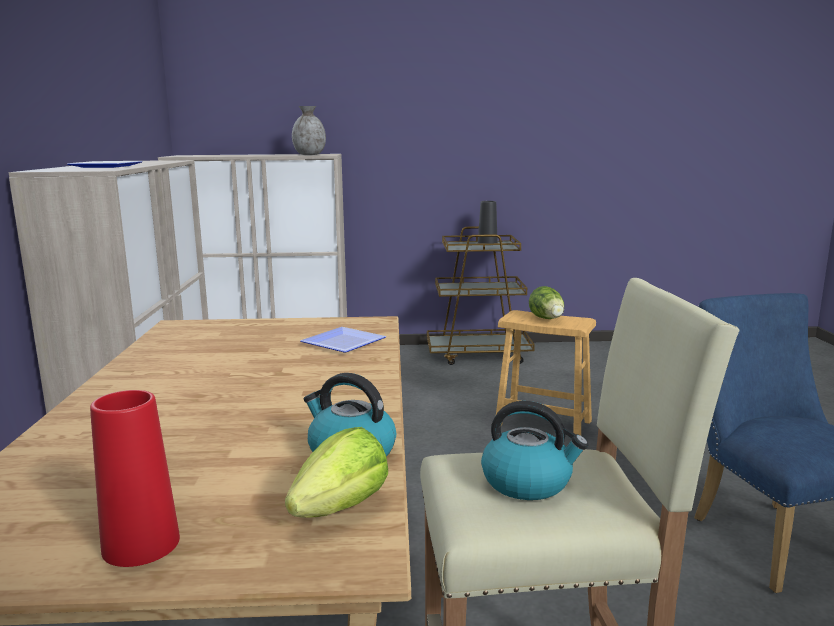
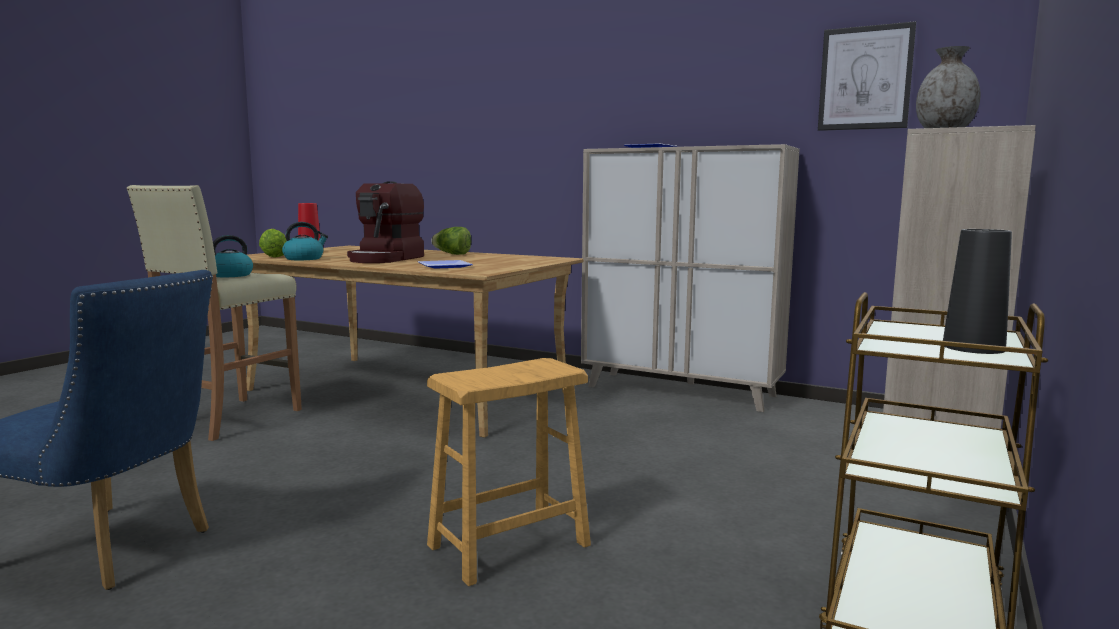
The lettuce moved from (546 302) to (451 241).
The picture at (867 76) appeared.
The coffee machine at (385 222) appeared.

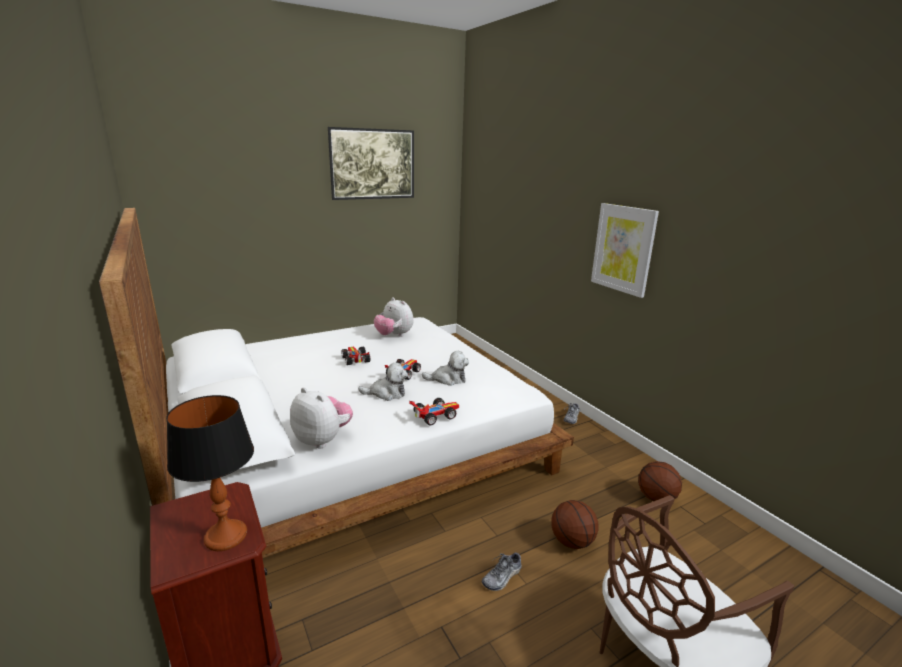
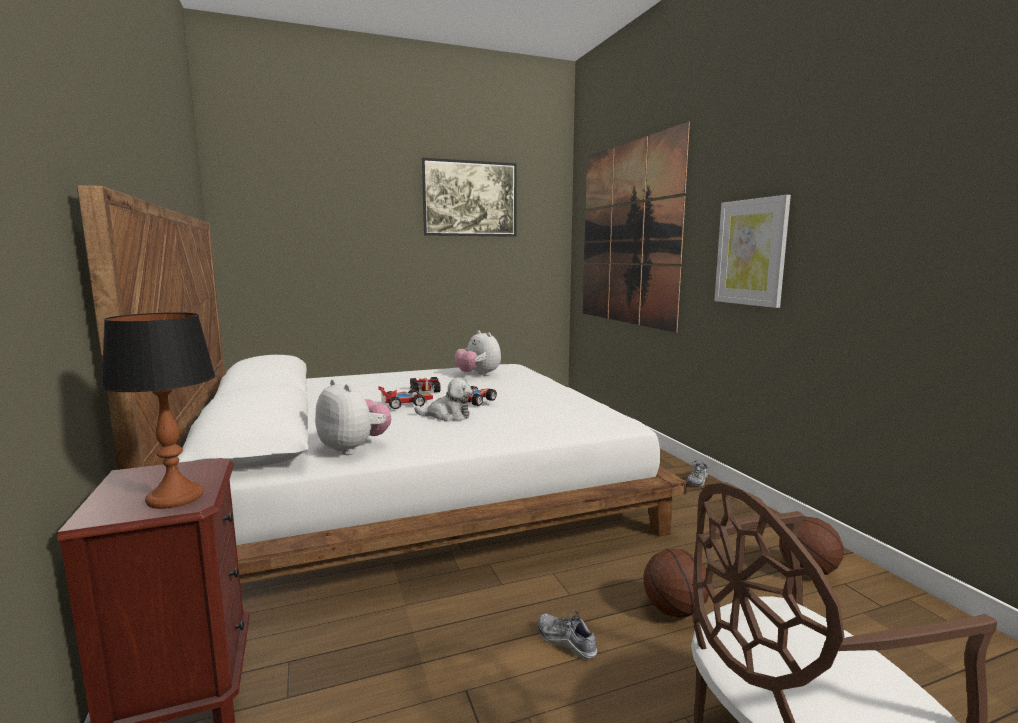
The plush toy at (445 368) disappeared.
The toy car moved from (434 411) to (405 397).
The shoe at (502 571) turned 75 degrees clockwise.
The picture at (636 227) appeared.

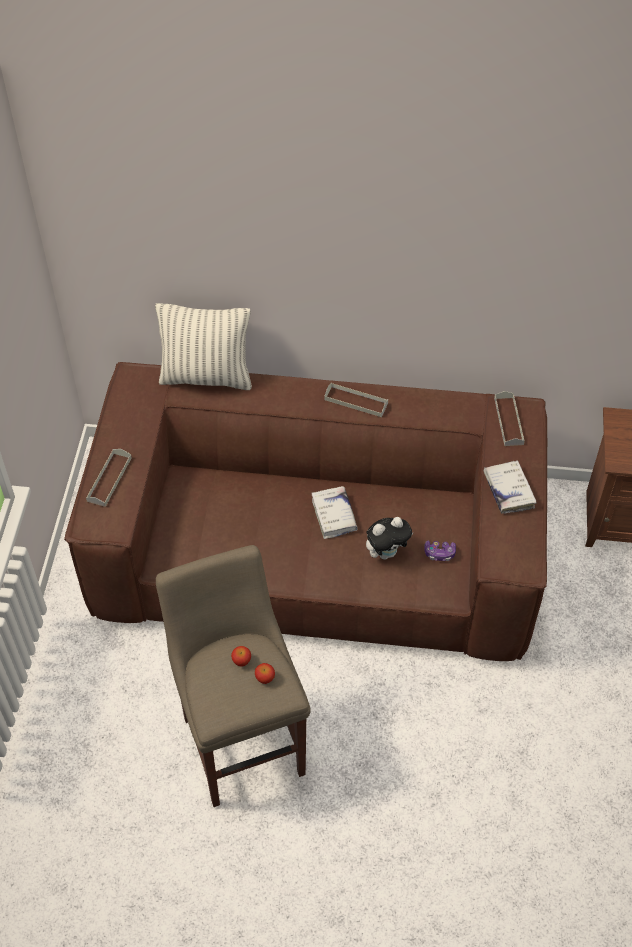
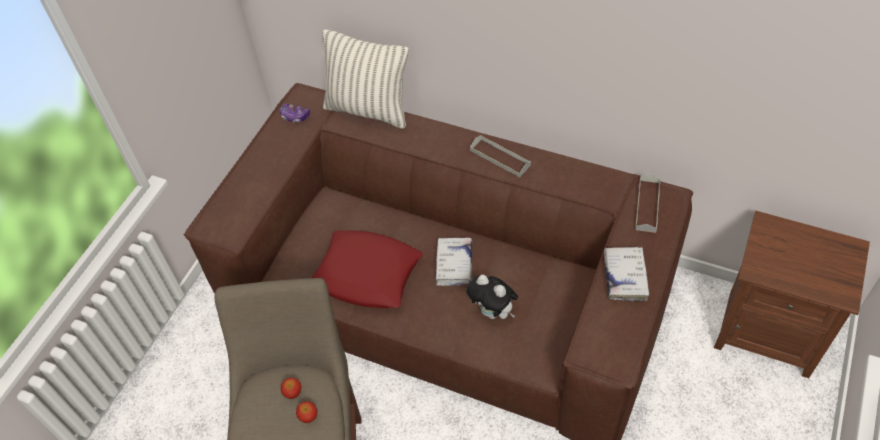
The grey tray at (109 478) disappeared.
The plush toy at (390 538) turned 45 degrees clockwise.
The game controller moved from (440 551) to (295 113).
The red pillow at (367 269) appeared.

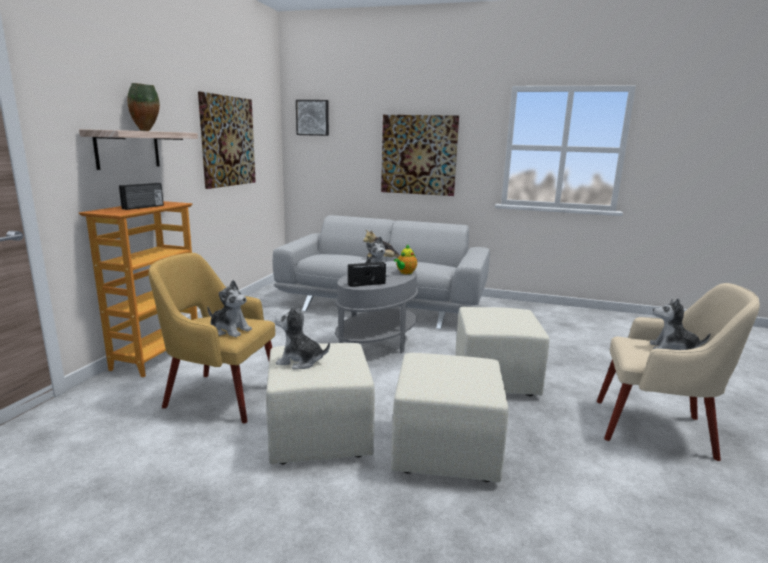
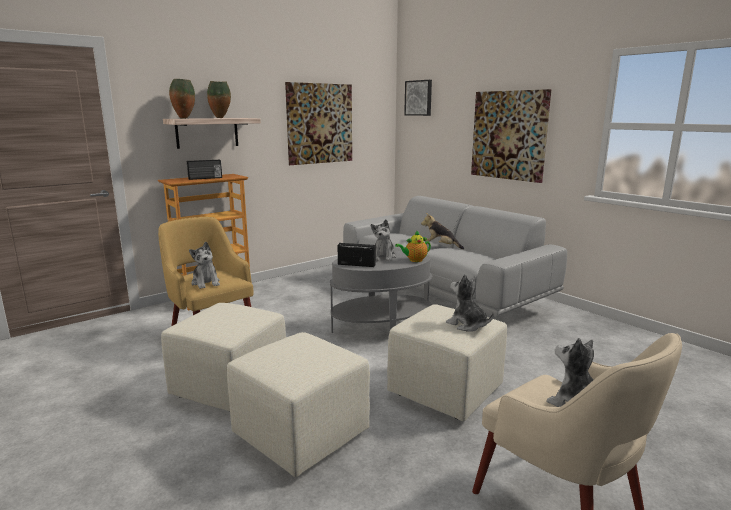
The plush toy moved from (302 337) to (470 303).
The vase at (182 99) appeared.

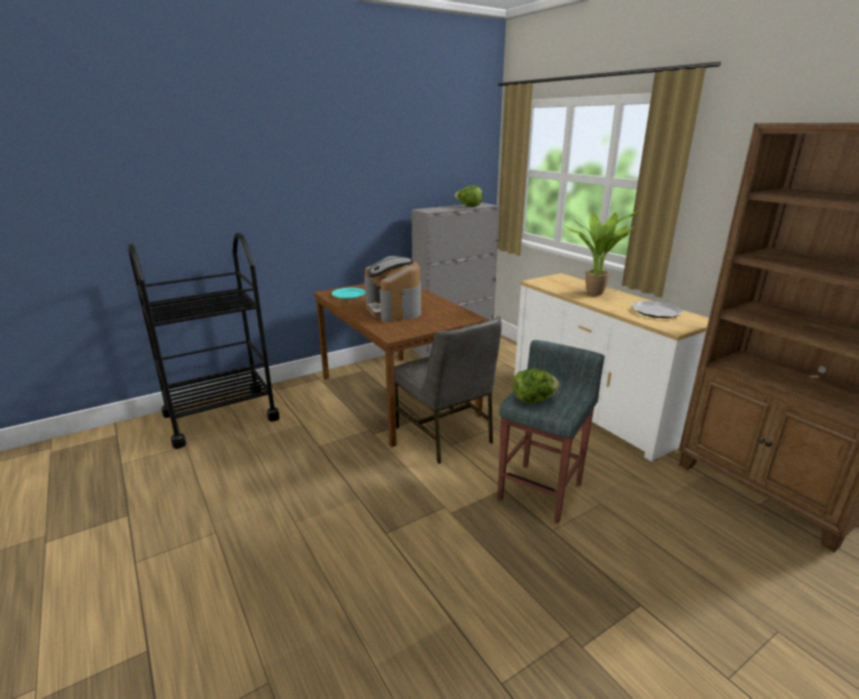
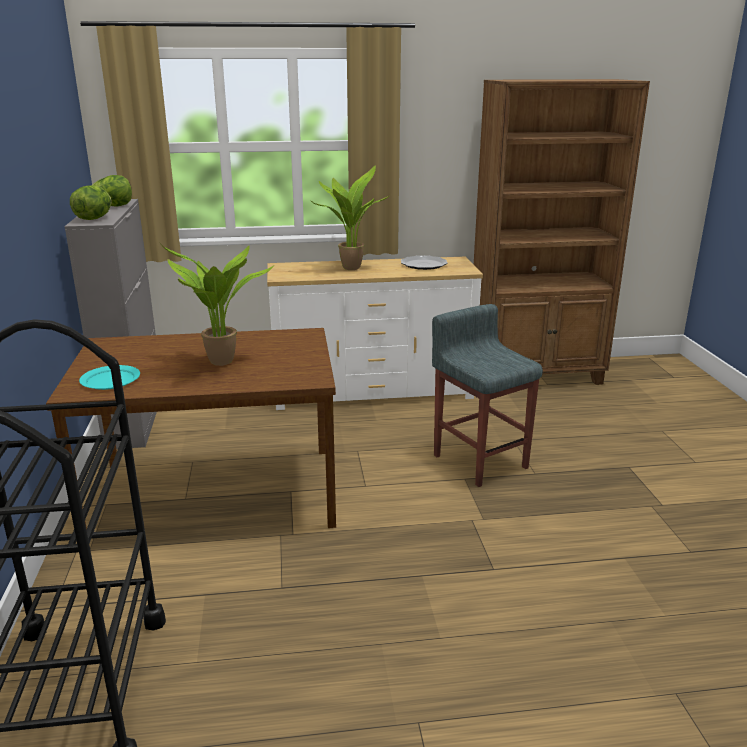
The coffee machine at (392 289) was replaced by the potted plant at (219 305).
The grey chair at (448 390) disappeared.
The lettuce moved from (536 386) to (90 202).

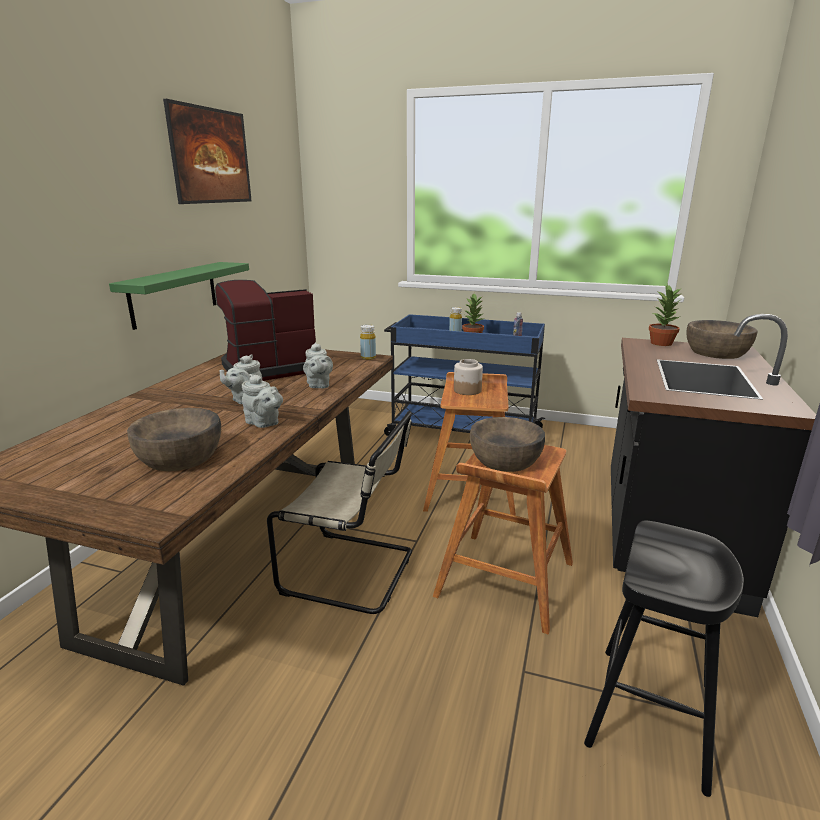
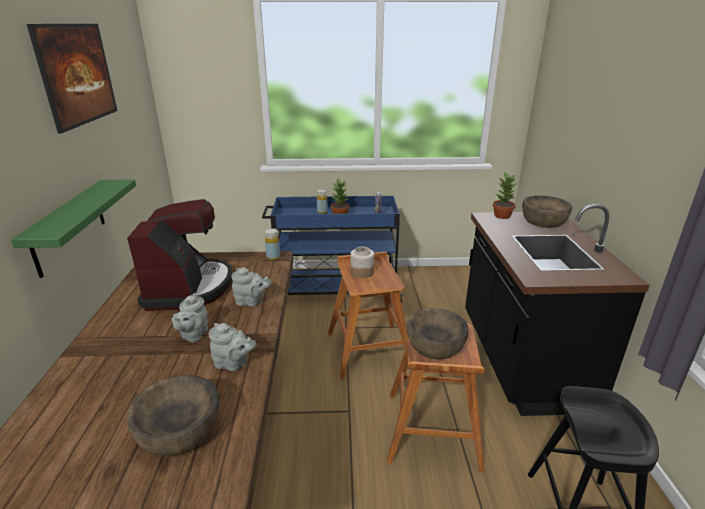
The coffee machine at (265 330) turned 135 degrees clockwise.
The grey teapot at (318 365) turned 45 degrees counterclockwise.
The beige chair at (339 512) disappeared.

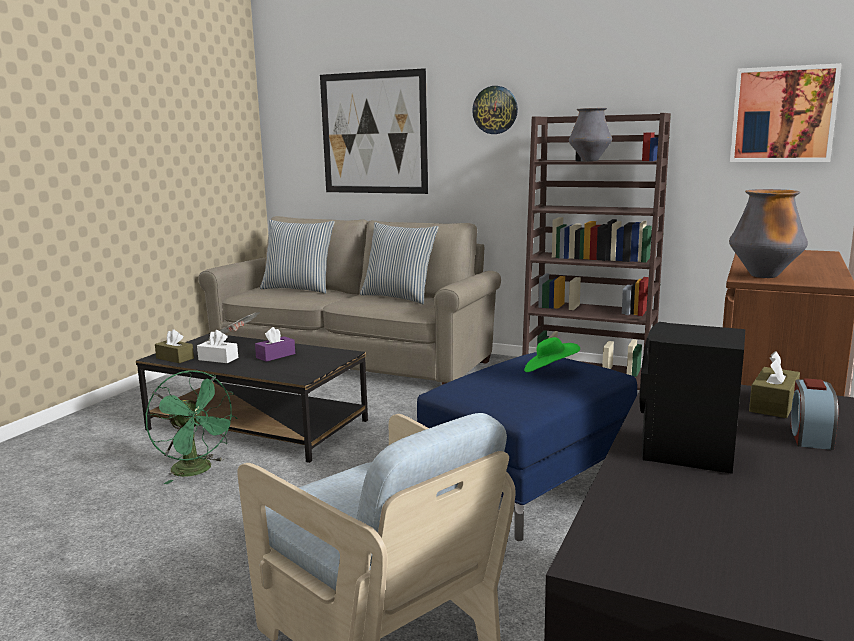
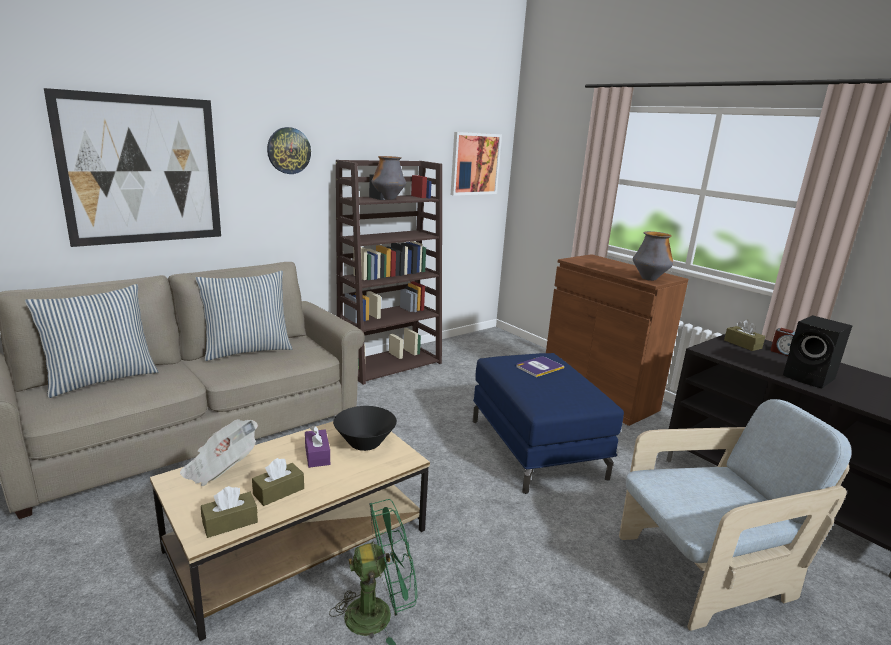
The white tissue box at (217 346) became the brown tissue box at (278 482).
The black coffee table at (252 398) became the beige coffee table at (290 531).
The green hat at (552 354) was replaced by the book at (540 367).
The black bowl at (365 428) appeared.

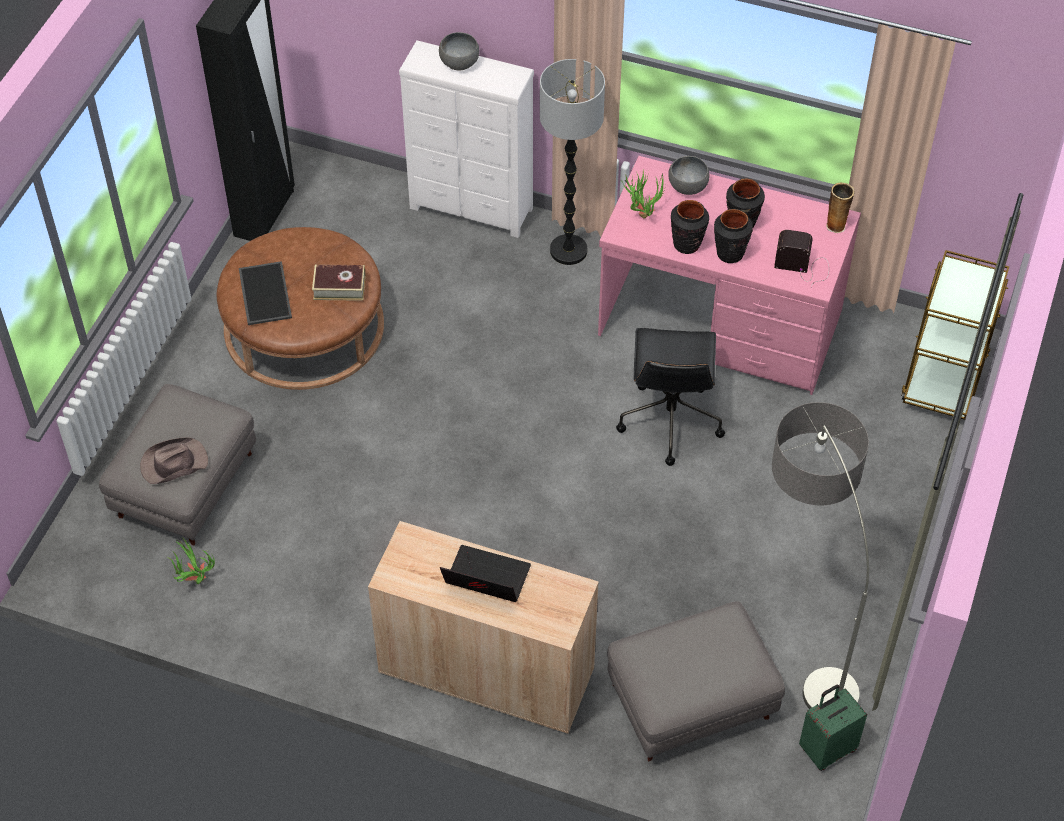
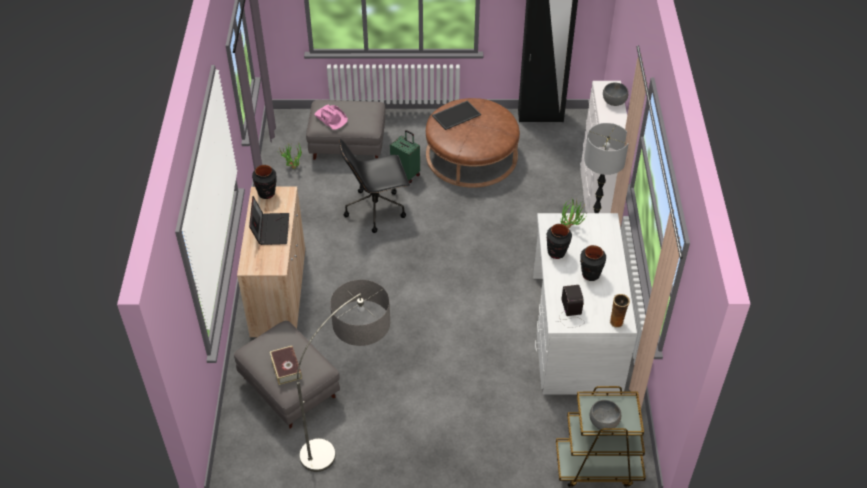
The pink desk at (729 275) became the white desk at (585 304).
The grey bowl moved from (688 175) to (605 415).
The black vase moved from (733 236) to (264 182).
The book moved from (339 282) to (286 365).
The black office chair moved from (670 397) to (374 186).
The brown hat at (174 460) became the pink hat at (331 117).
The green suitcase moved from (833 727) to (405 156).

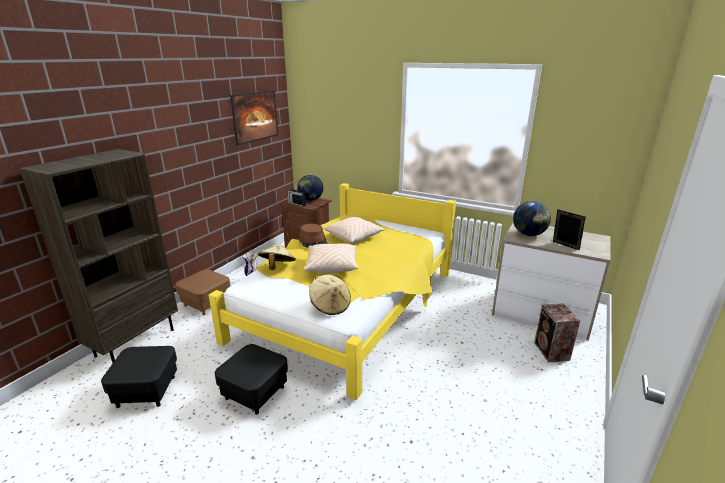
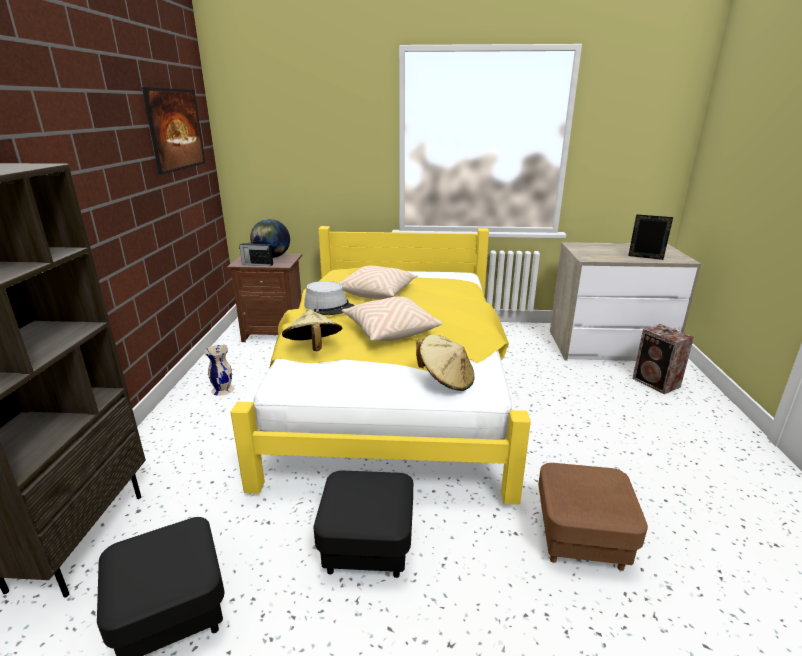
The globe at (532 218) disappeared.
The brown hat at (313 236) became the grey hat at (329 298).
The brown ottoman moved from (202 292) to (593 517).

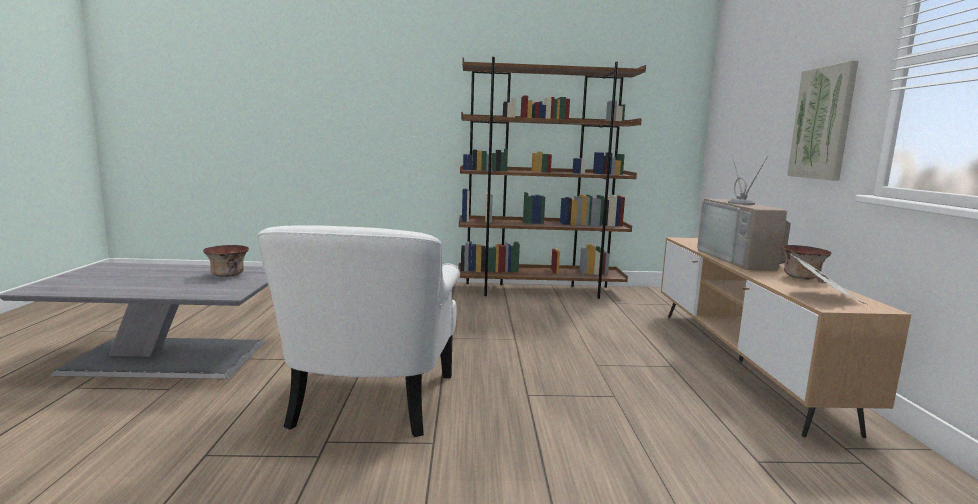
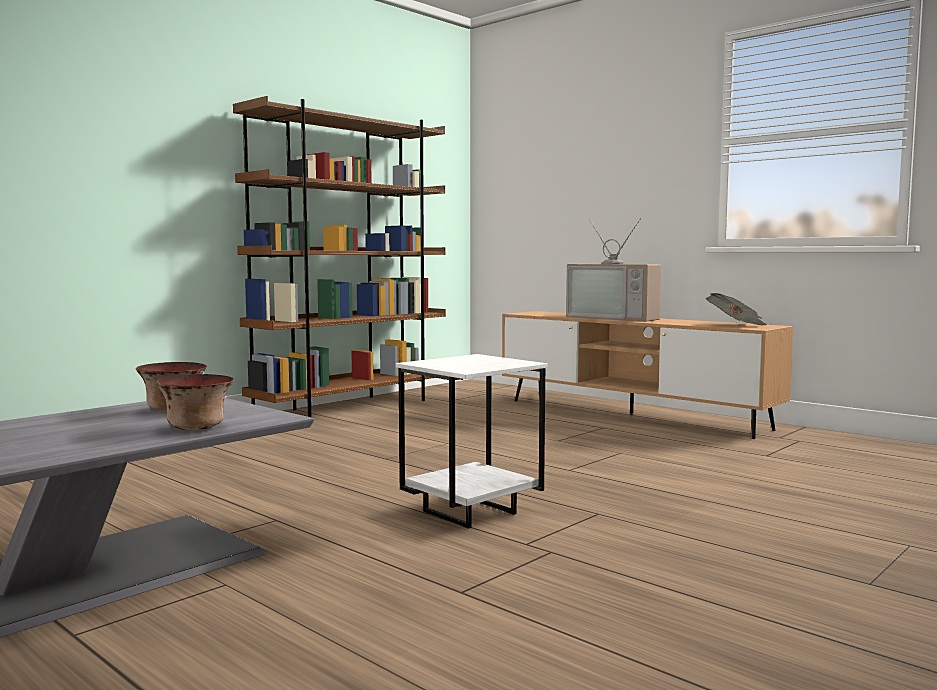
The picture at (822 121) disappeared.
The white armchair at (358 331) was replaced by the white side table at (472 441).
The bowl moved from (806 262) to (194 402).

